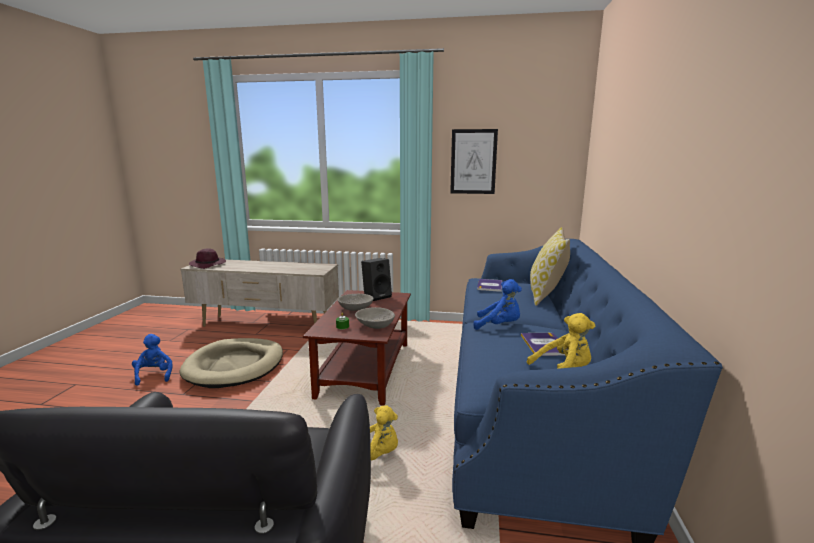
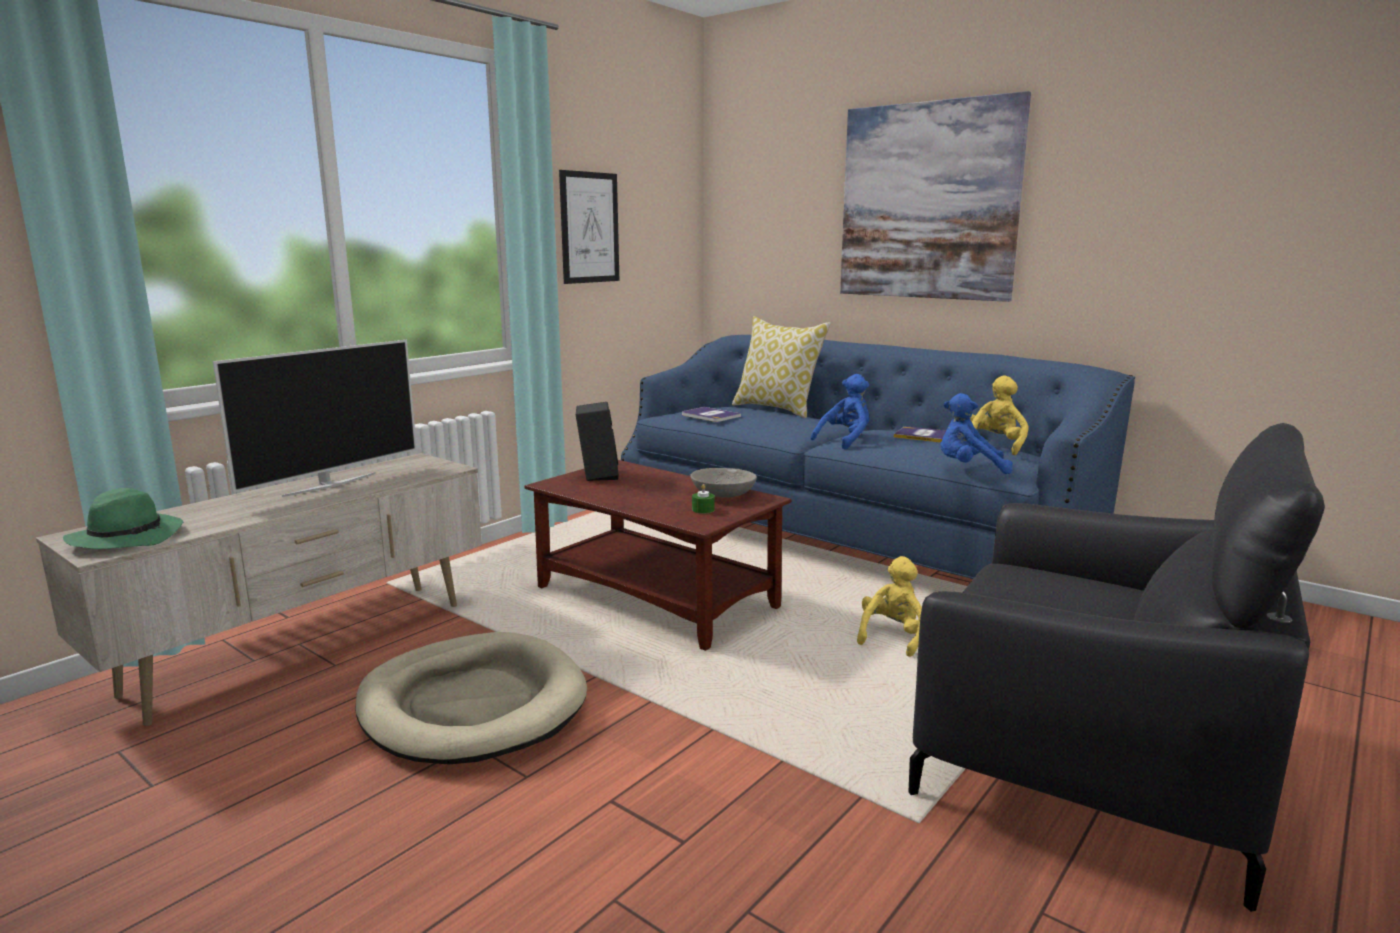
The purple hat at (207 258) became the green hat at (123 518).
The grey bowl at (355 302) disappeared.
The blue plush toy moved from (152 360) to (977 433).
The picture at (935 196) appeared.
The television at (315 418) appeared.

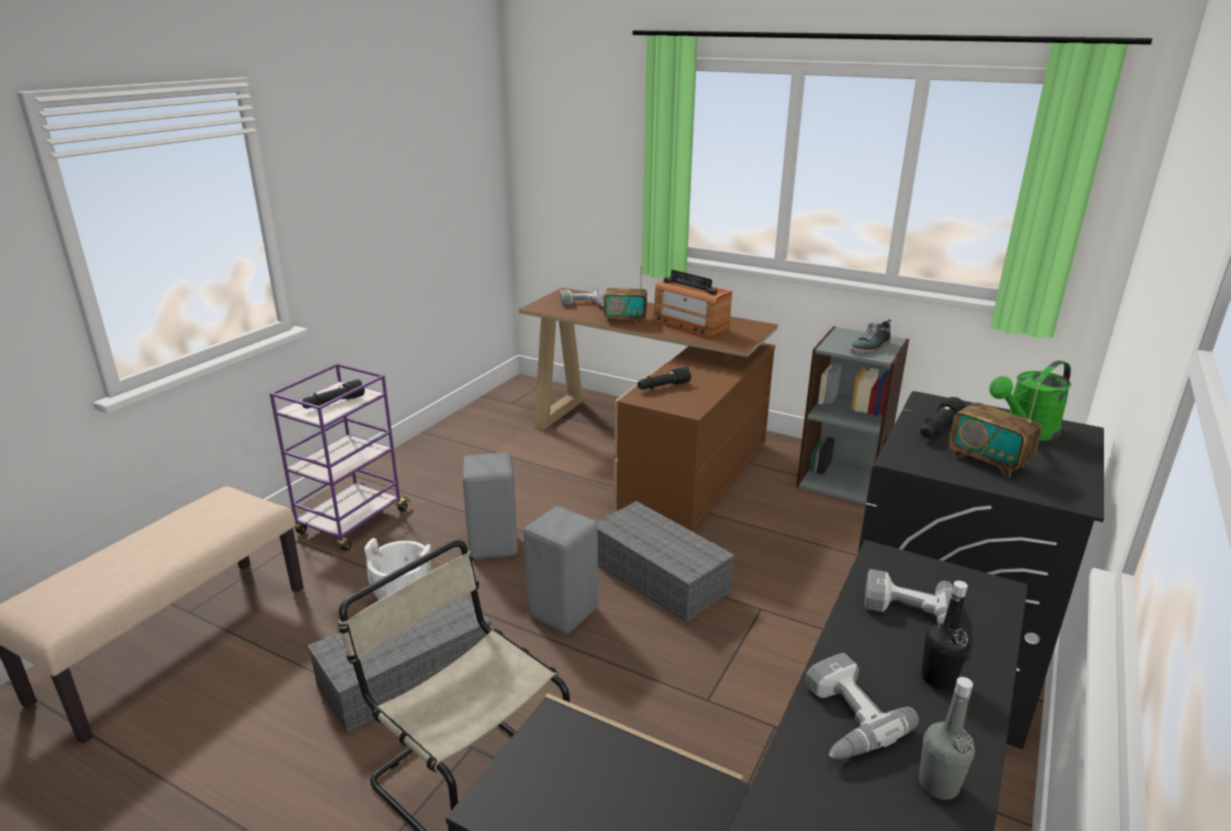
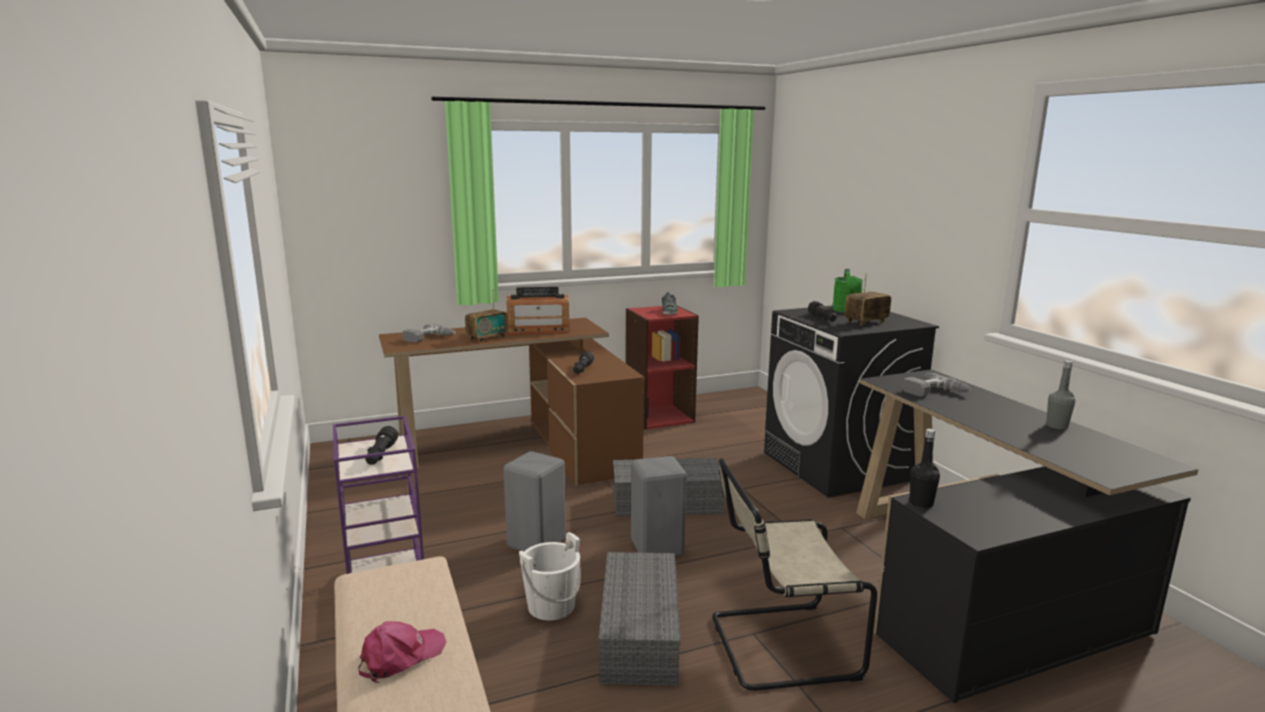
The grey bookcase at (852 415) became the red bookcase at (662 368).
The radio at (995 430) turned 150 degrees clockwise.
The black bottle moved from (945 635) to (924 469).
The power drill at (862 706) disappeared.
The pink cap at (402 652) appeared.

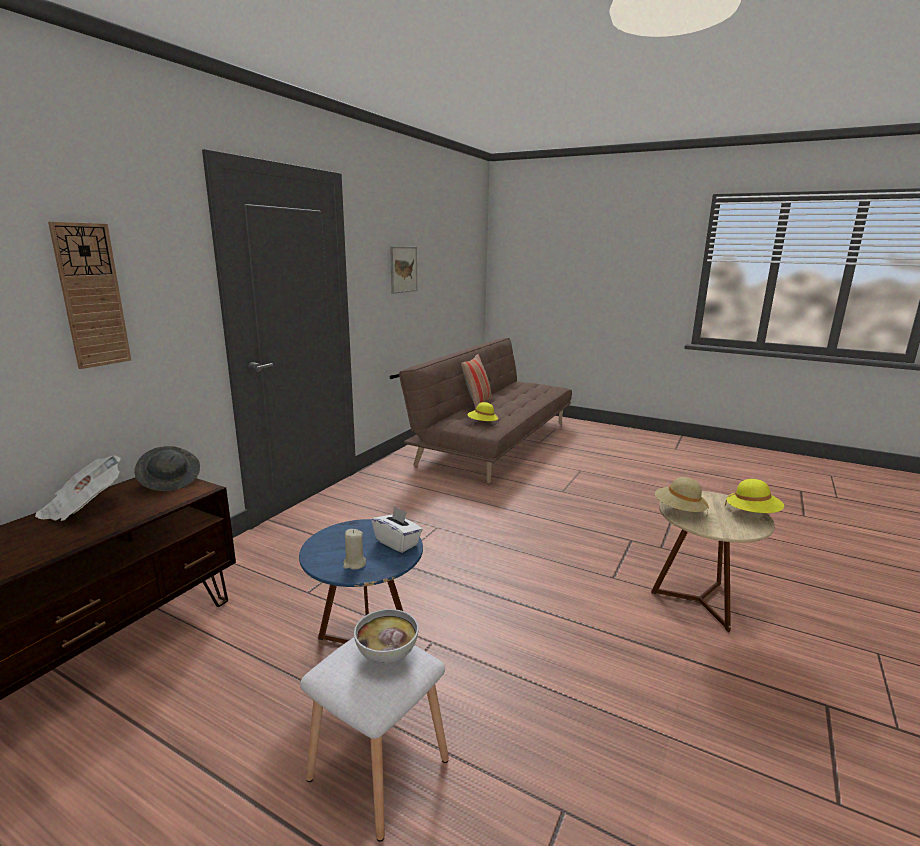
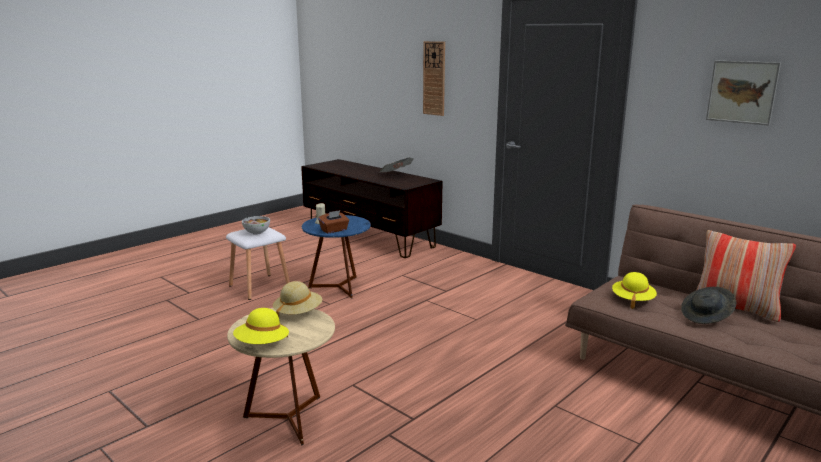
The grey hat moved from (167 468) to (708 305).
The white tissue box at (397 529) became the brown tissue box at (333 222).

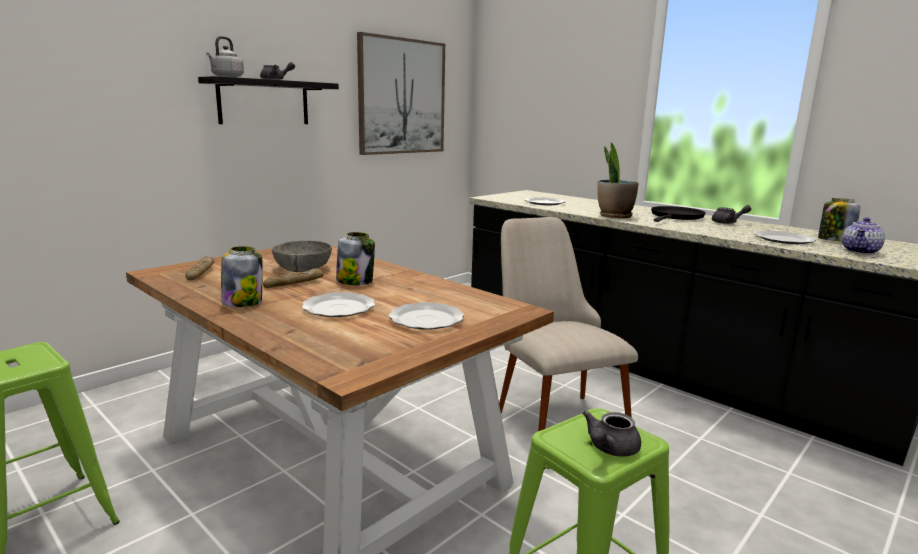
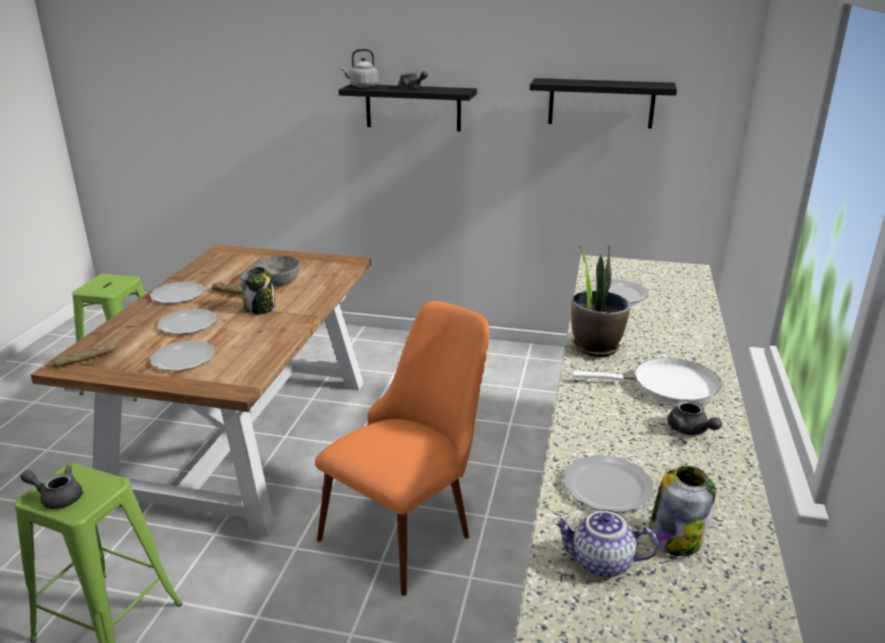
The picture at (401 93) was replaced by the black shelf at (603 103).
The black frying pan at (678 214) became the white frying pan at (646 381).
The beige chair at (568 324) became the orange chair at (402 448).
The jar at (242 276) was replaced by the plate at (177 292).
The bread moved from (199 268) to (84 355).

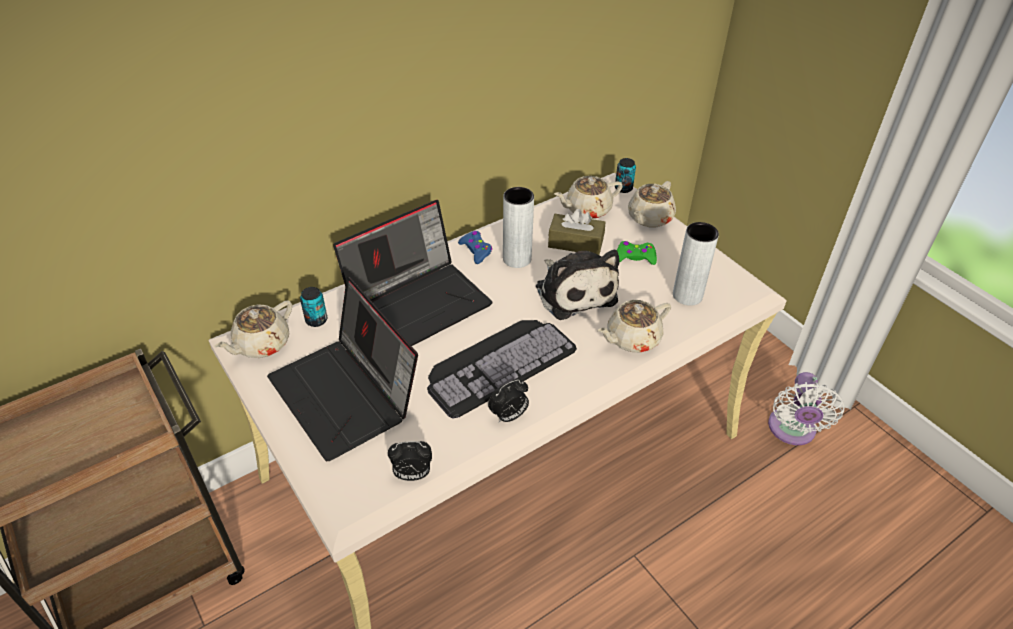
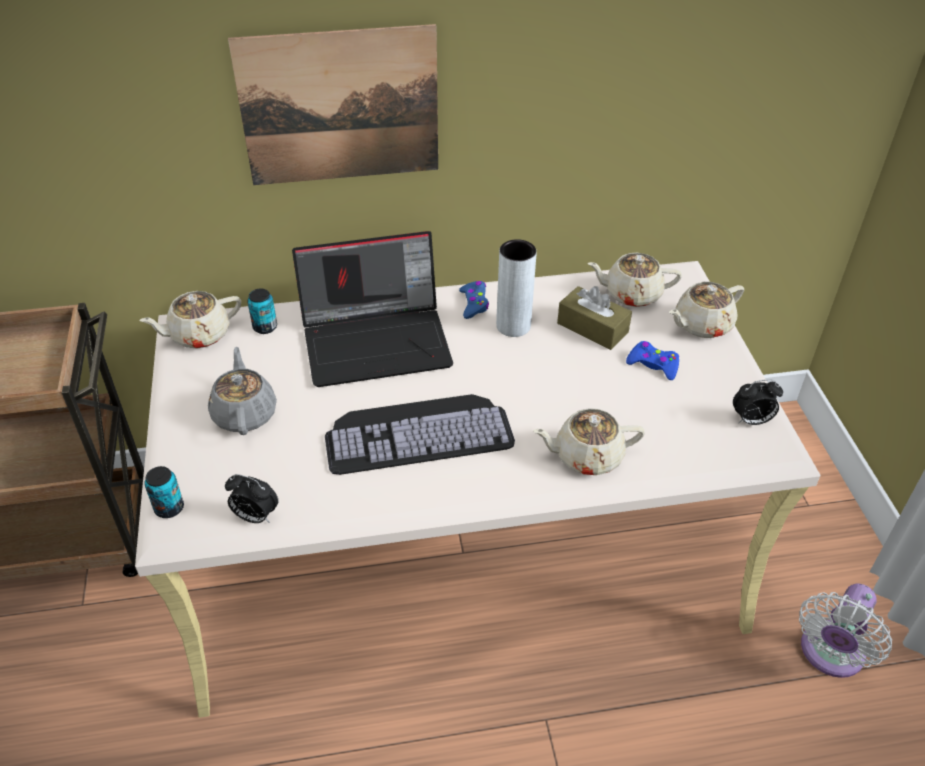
The can moved from (625 175) to (164 492).
The grey vase at (696 264) disappeared.
The green game controller at (637 253) became the blue game controller at (652 360).
The plush toy at (577 285) disappeared.
The laptop at (342 369) was replaced by the grey teapot at (242 391).
The alarm clock moved from (508 401) to (758 402).
The picture at (333 104) appeared.

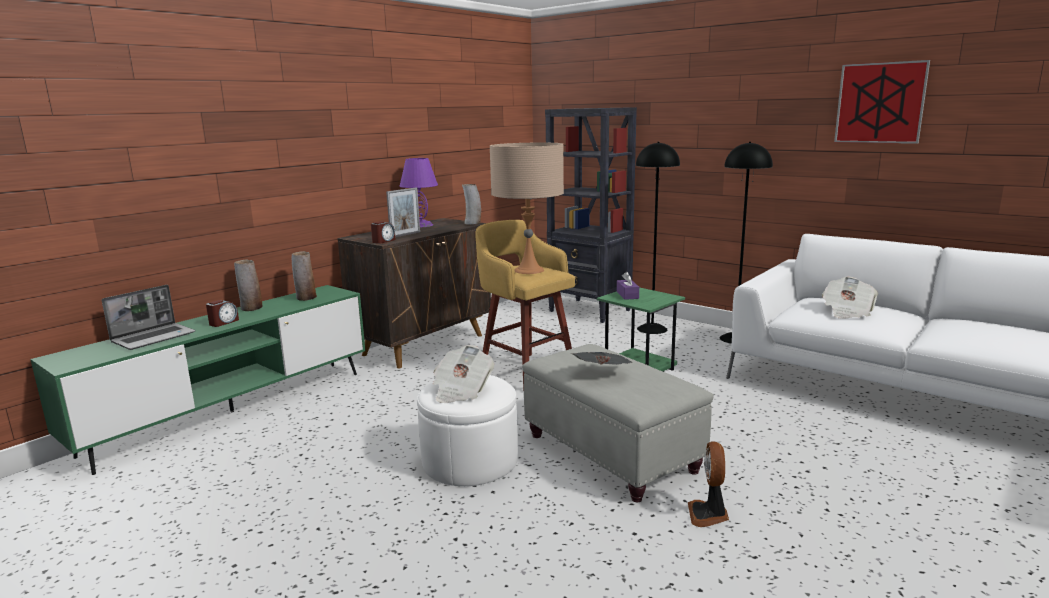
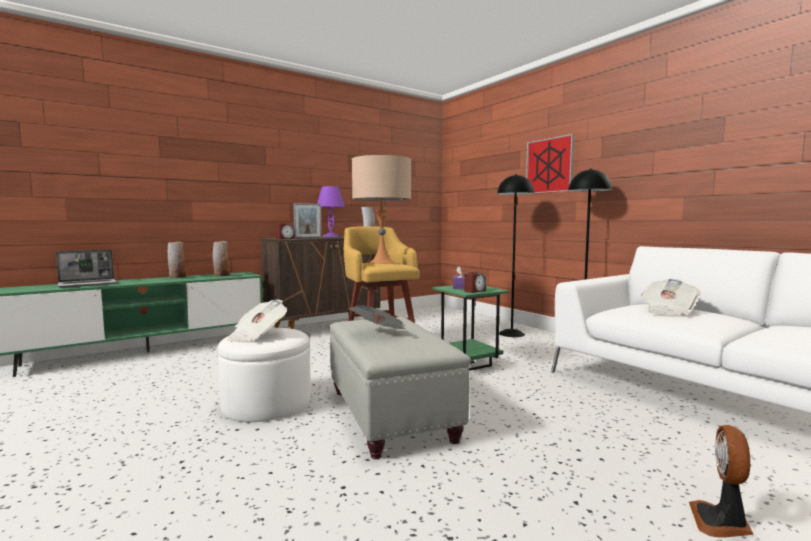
The picture moved from (882 102) to (550 164).
The black bookcase at (591 215) disappeared.
The alarm clock moved from (222 313) to (475 282).
The fan moved from (708 484) to (721 481).

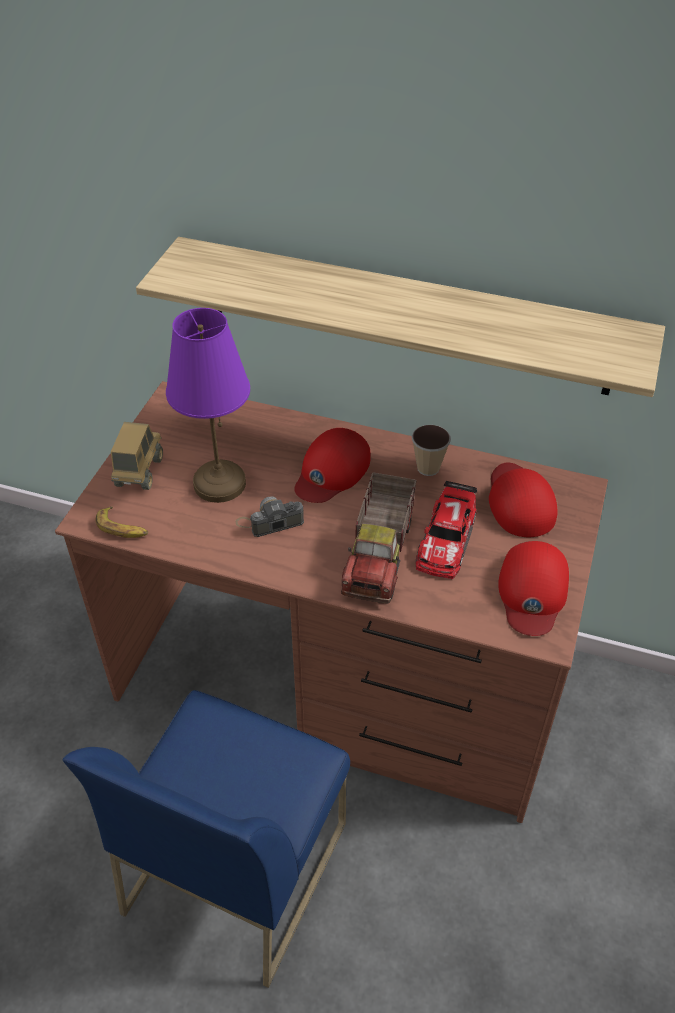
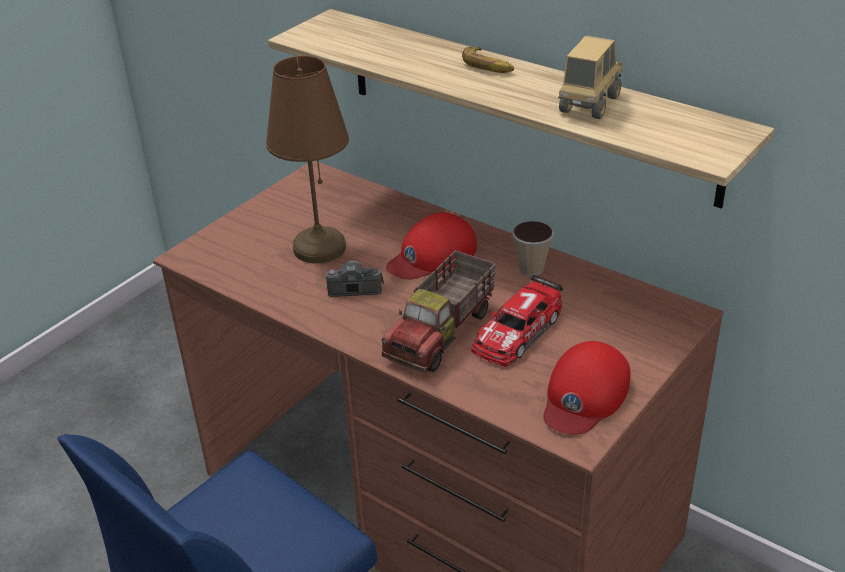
The purple table lamp at (208 405) became the brown table lamp at (307 159).
The toy truck moved from (137 456) to (590 77).
The red cap at (523 500) disappeared.
The banana moved from (122 522) to (488 60).

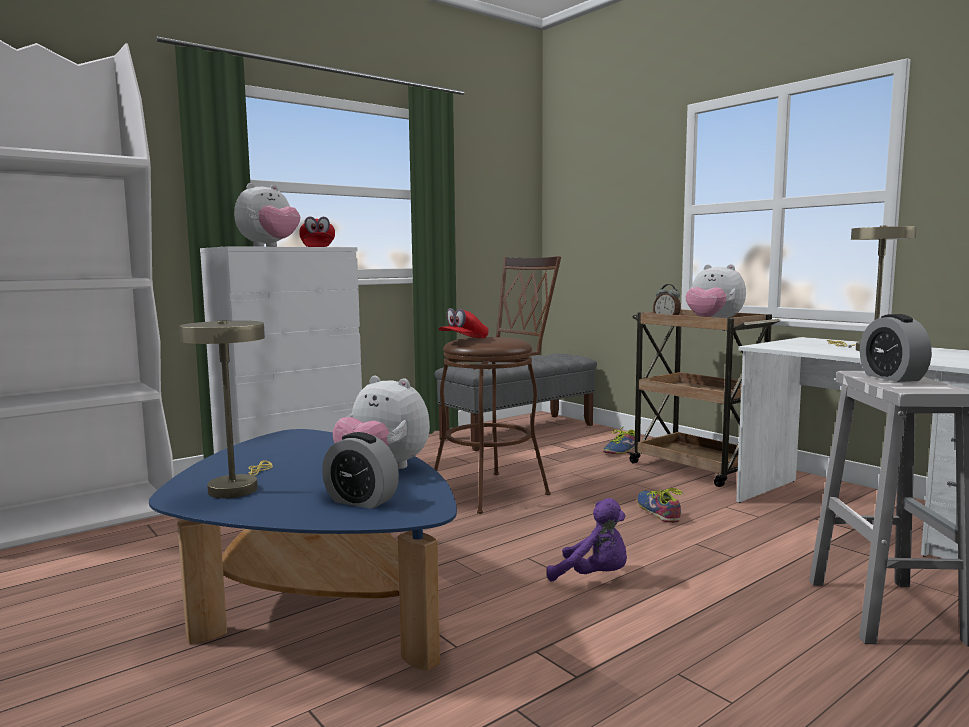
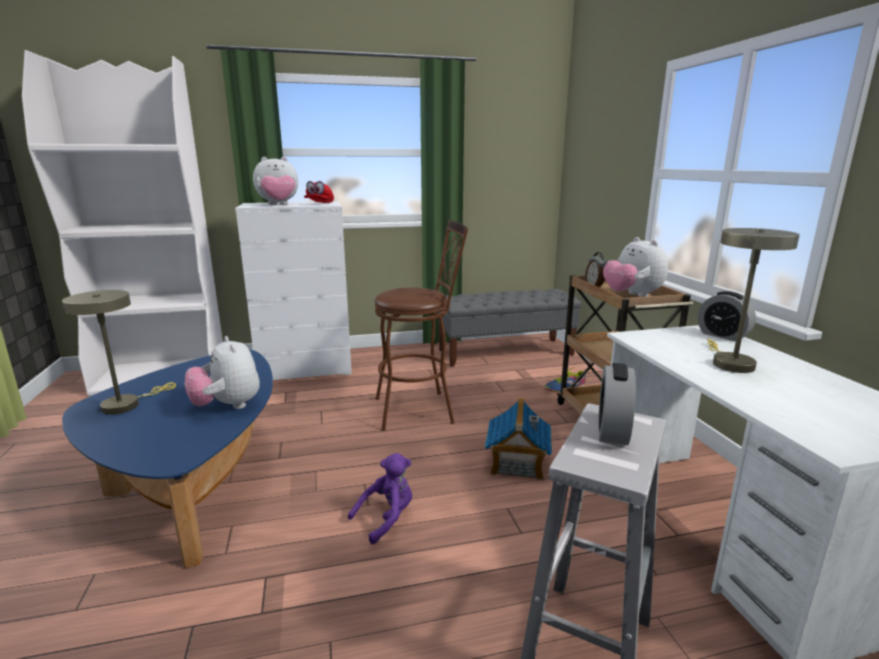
The red cap at (463 323) disappeared.
The alarm clock moved from (360 470) to (726 316).
The shoe at (660 505) was replaced by the toy house at (518 438).
The purple plush toy at (587 540) turned 90 degrees counterclockwise.

